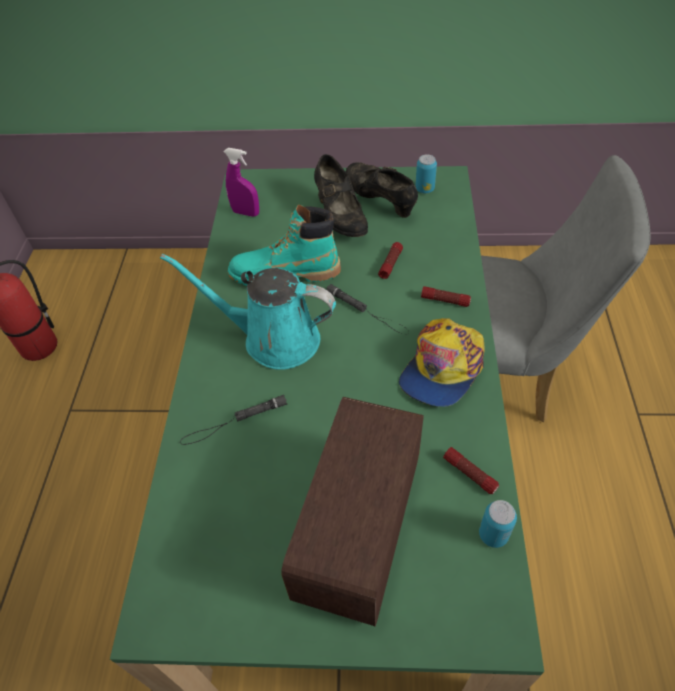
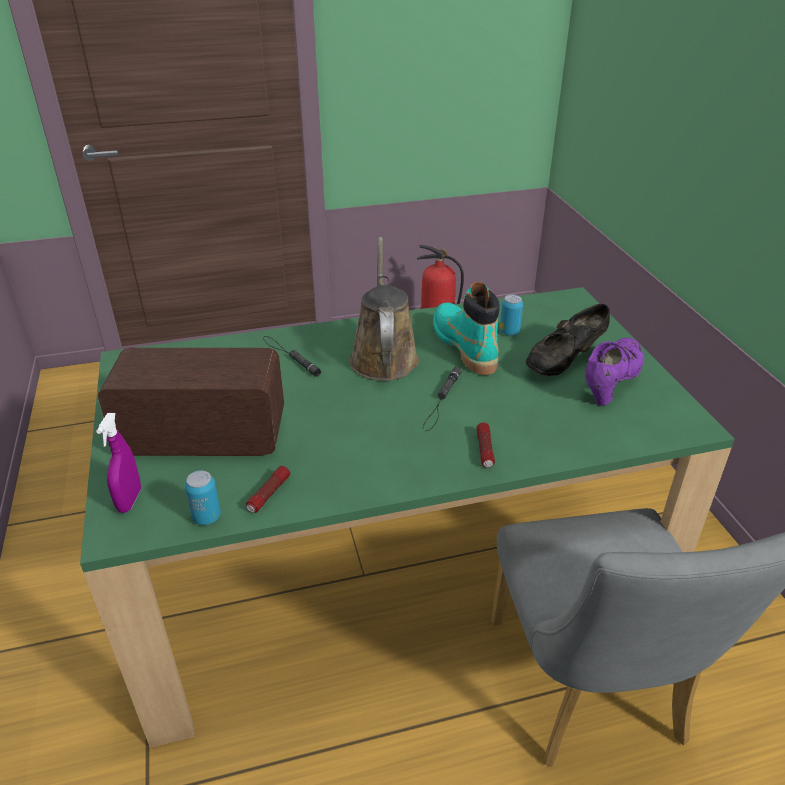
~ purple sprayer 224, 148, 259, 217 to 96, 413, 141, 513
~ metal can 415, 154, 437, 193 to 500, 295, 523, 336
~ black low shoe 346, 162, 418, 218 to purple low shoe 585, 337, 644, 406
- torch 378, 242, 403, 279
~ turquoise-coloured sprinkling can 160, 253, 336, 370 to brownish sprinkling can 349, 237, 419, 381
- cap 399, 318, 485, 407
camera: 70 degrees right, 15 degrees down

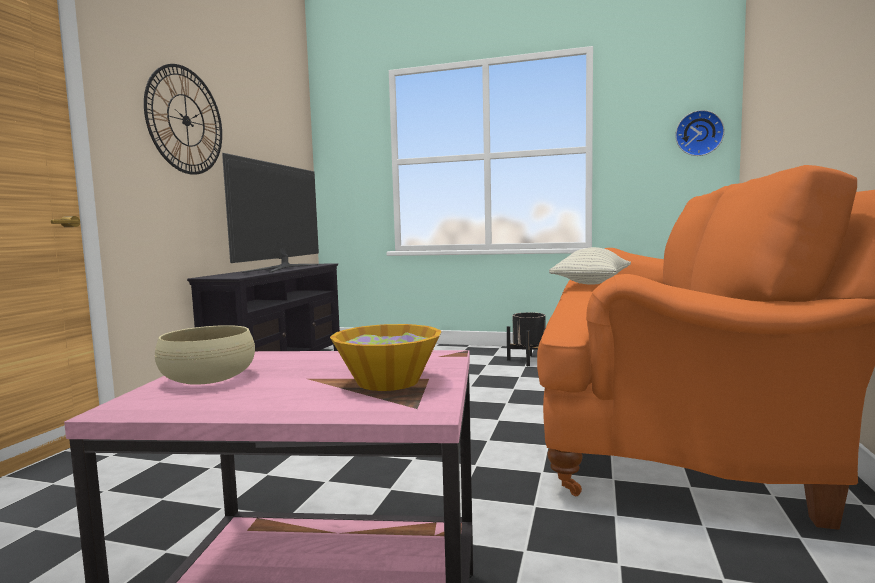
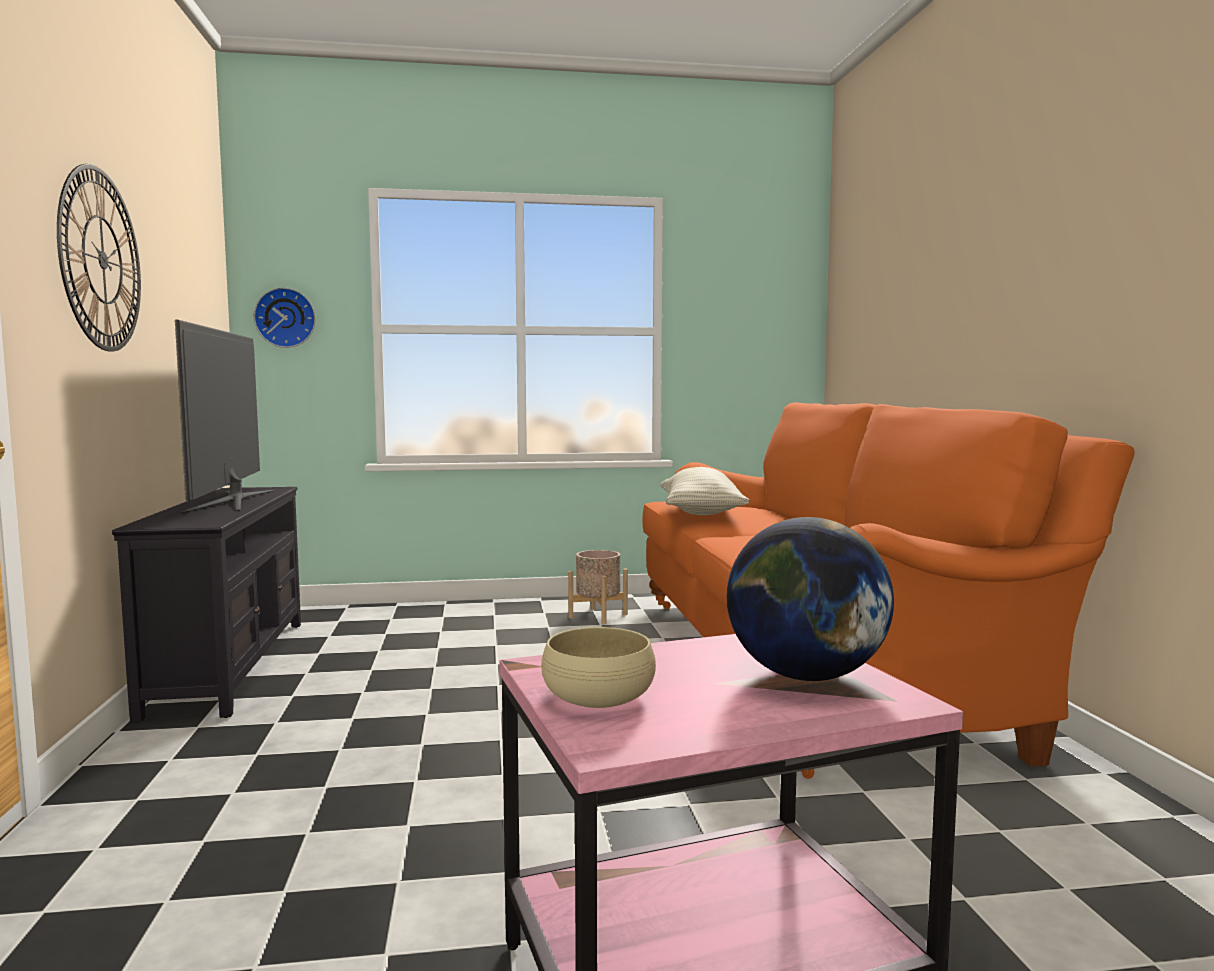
~ clock on the wall 675, 110, 725, 156 to 254, 287, 316, 348
~ black plant pot 507, 312, 546, 366 to beige-coloured plant pot 568, 550, 628, 624
~ deep dish 330, 324, 442, 391 to desk globe 727, 517, 894, 681
camera: 25 degrees left, 0 degrees up

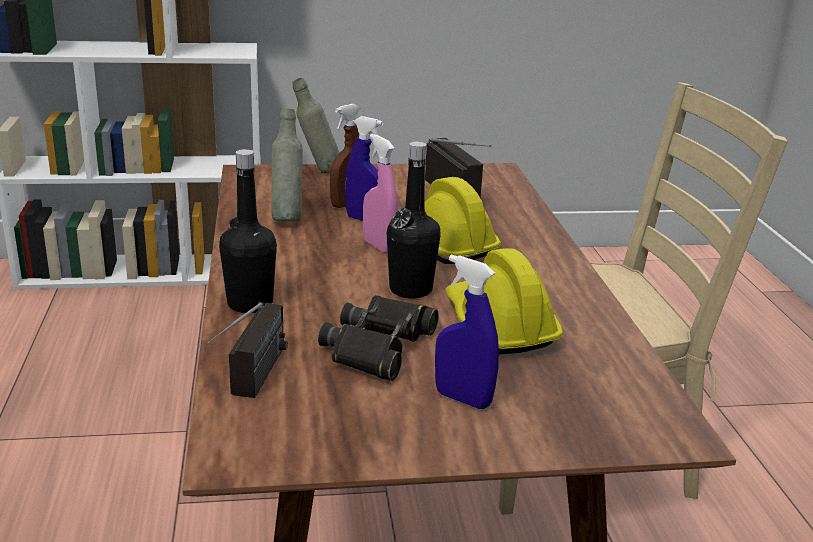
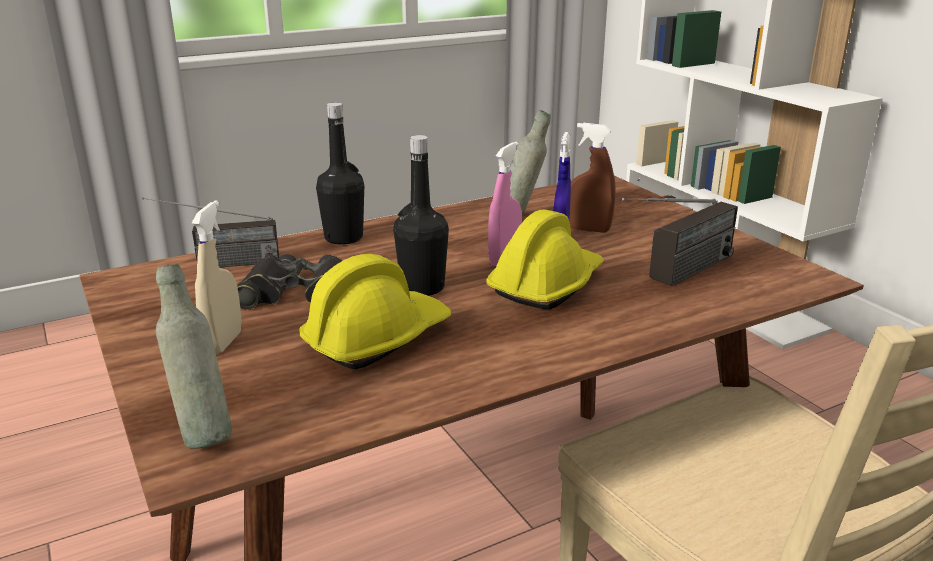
~ greyish beverage bottle 293, 78, 340, 173 to 156, 264, 232, 449
~ blue sprayer 435, 254, 499, 409 to beige-coloured sprayer 192, 200, 241, 355
camera: 70 degrees right, 0 degrees up

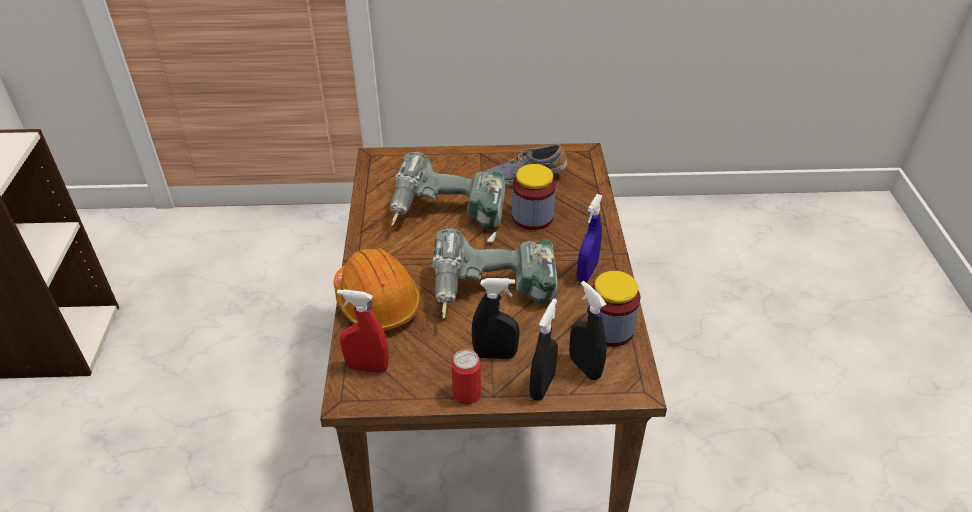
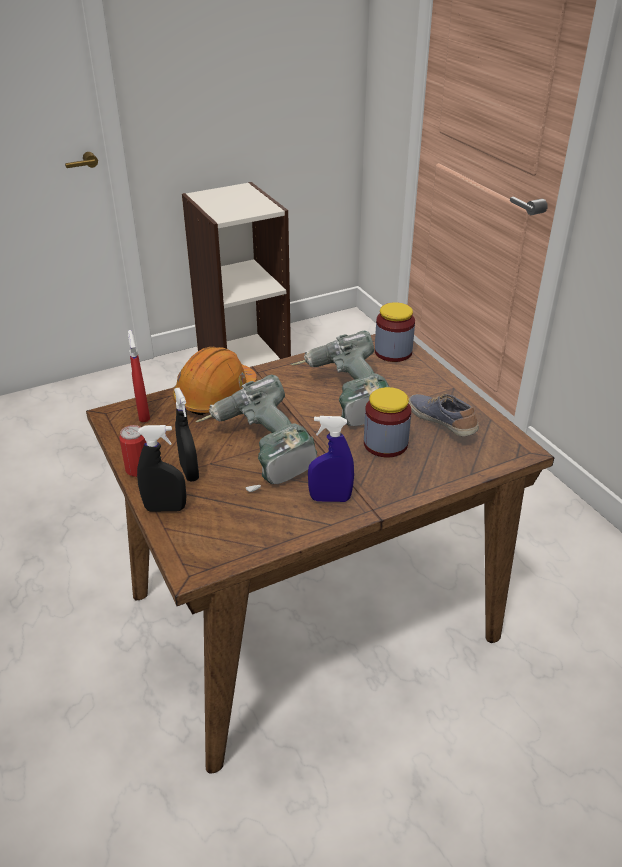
~ preserve jar 586, 271, 641, 347 to 375, 302, 415, 362
- black sprayer 569, 281, 607, 380
camera: 65 degrees right, 5 degrees down

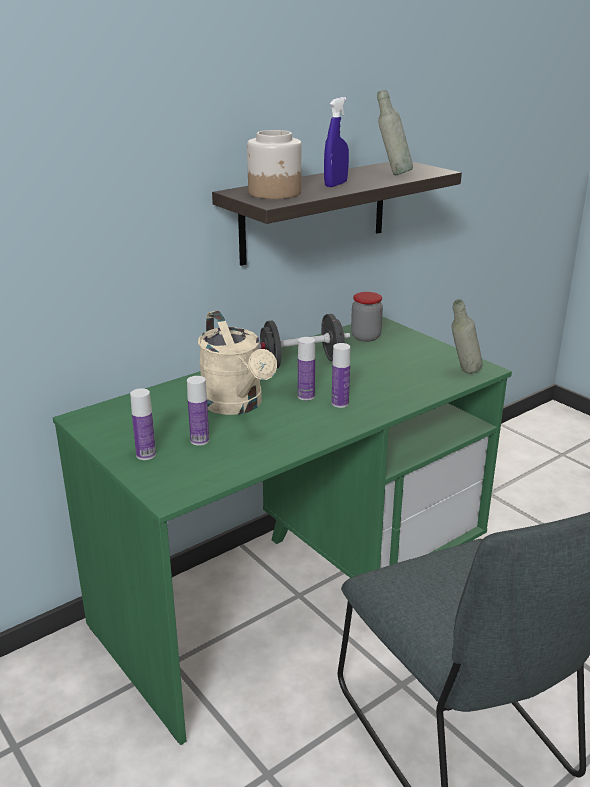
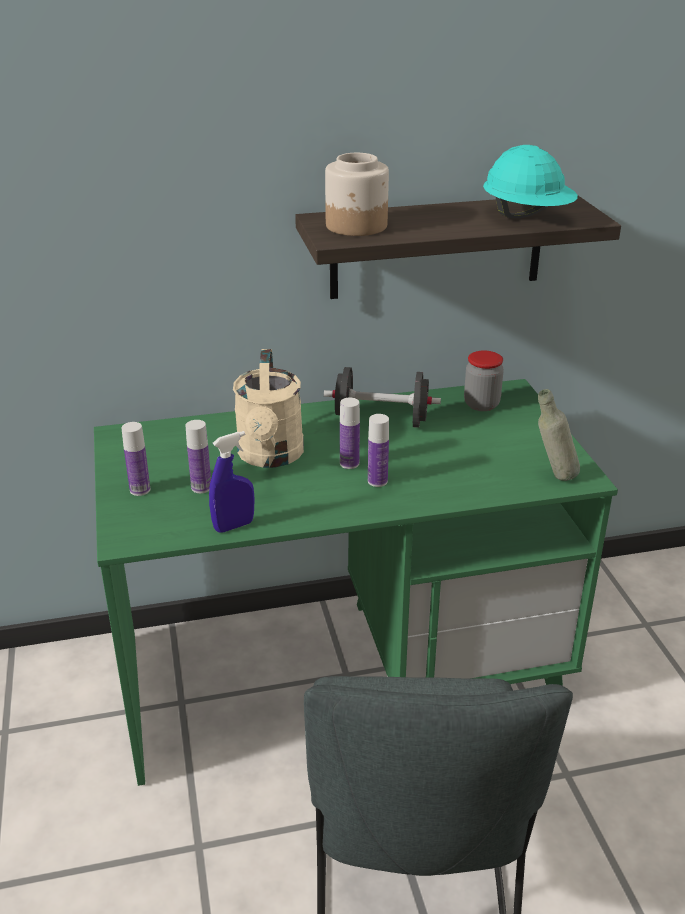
~ greyish beverage bottle 377, 90, 413, 176 to turquoise-coloured hard hat 483, 145, 578, 218
~ blue sprayer 324, 97, 349, 187 to 209, 431, 255, 533
camera: 25 degrees right, 5 degrees up

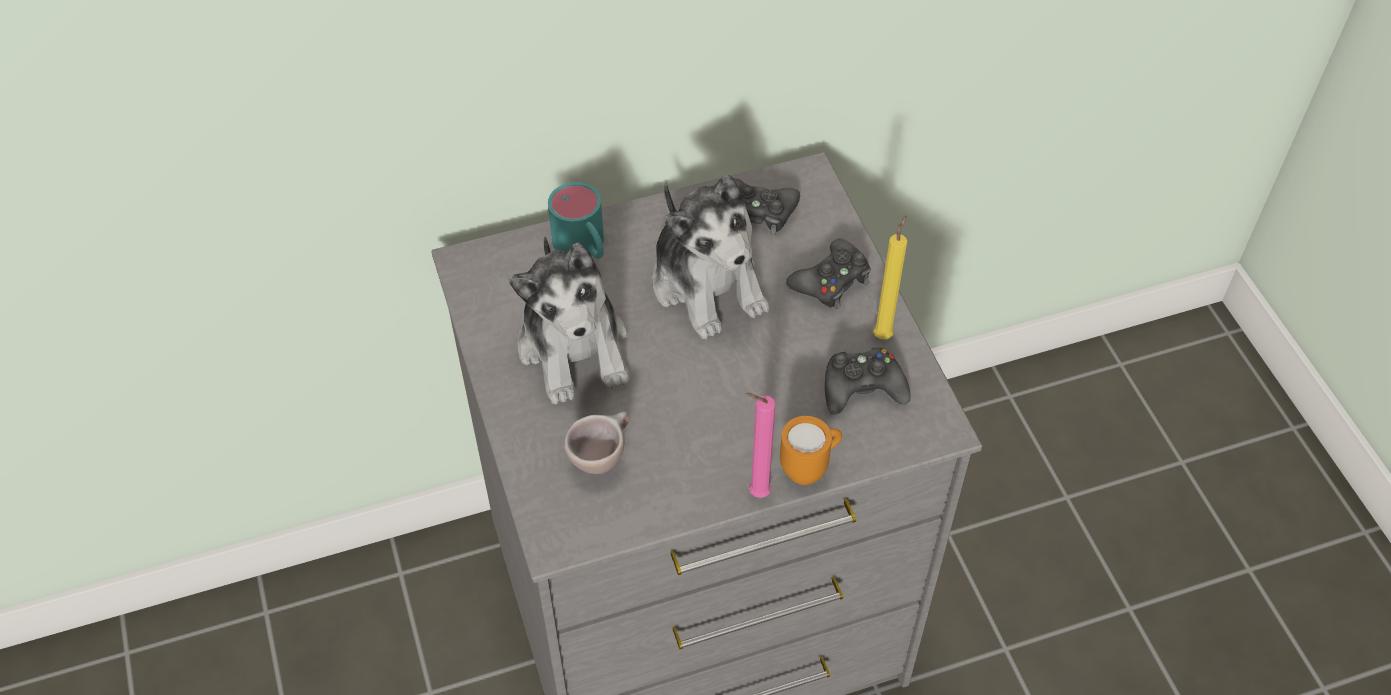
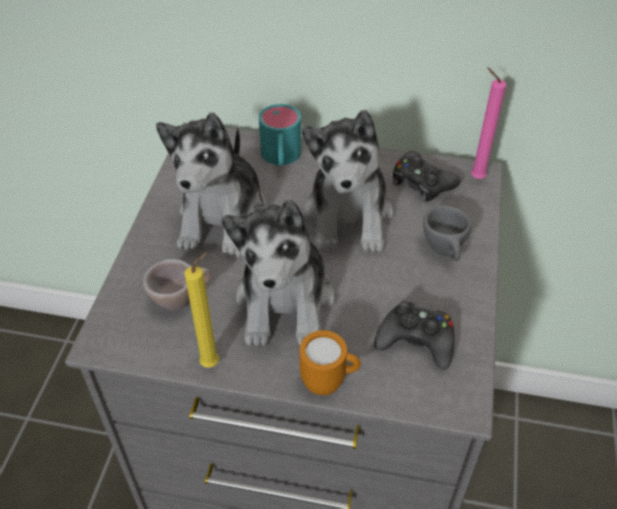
~ yellowish wax candle 873, 215, 907, 340 to 184, 252, 219, 368
~ black gamepad 786, 238, 871, 309 to greyish cup 423, 205, 472, 261
~ pinkish wax candle 746, 393, 776, 498 to 471, 67, 506, 179
+ plush toy 221, 199, 335, 346
camera: 30 degrees right, 5 degrees down

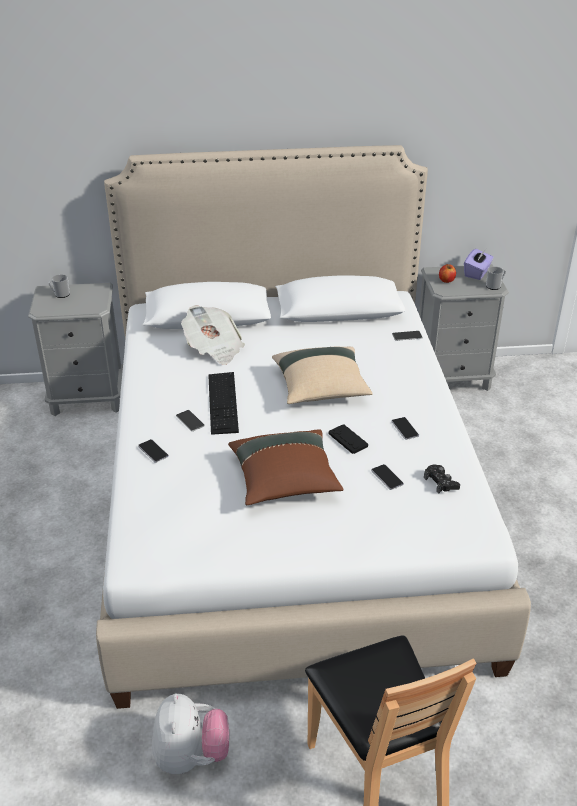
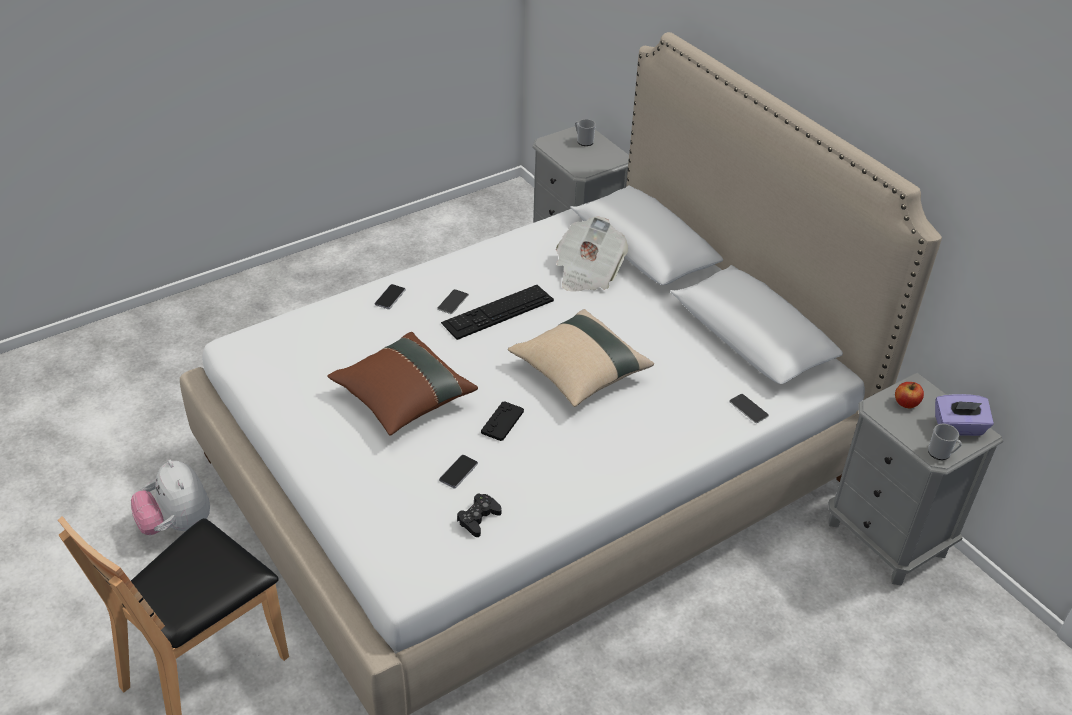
- handset 391, 417, 419, 440
~ plush toy 152, 693, 229, 774 = 131, 460, 210, 535 90 degrees clockwise
camera: 60 degrees right, 5 degrees up

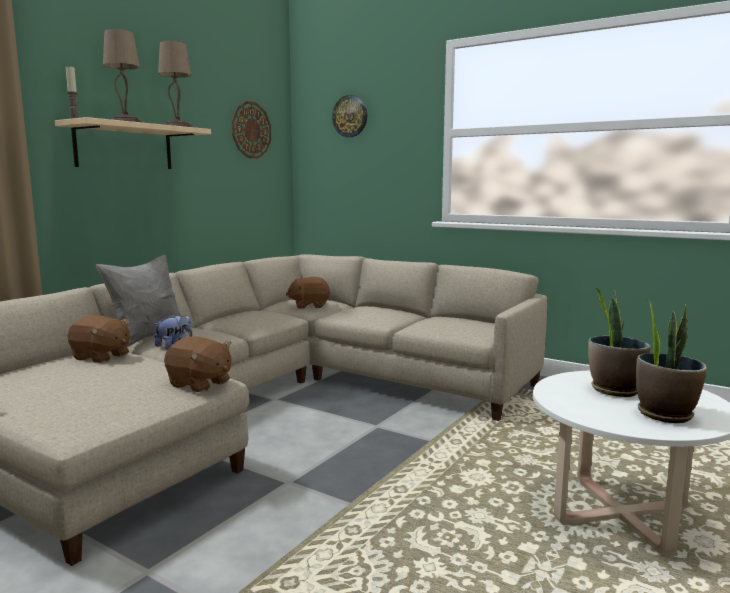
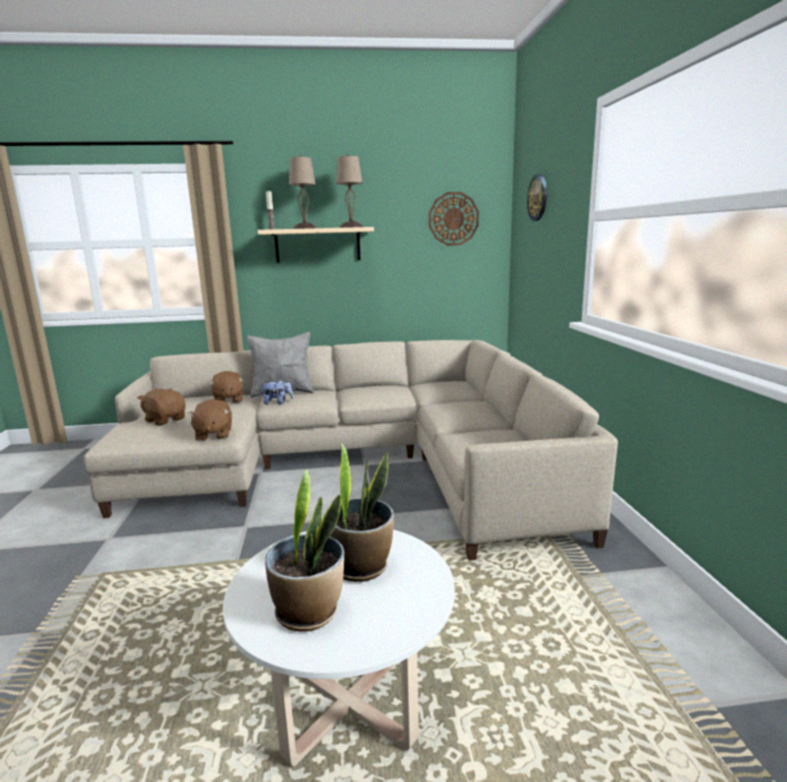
~ brownish plush toy 286, 277, 331, 309 to 137, 388, 186, 426
camera: 50 degrees right, 5 degrees up

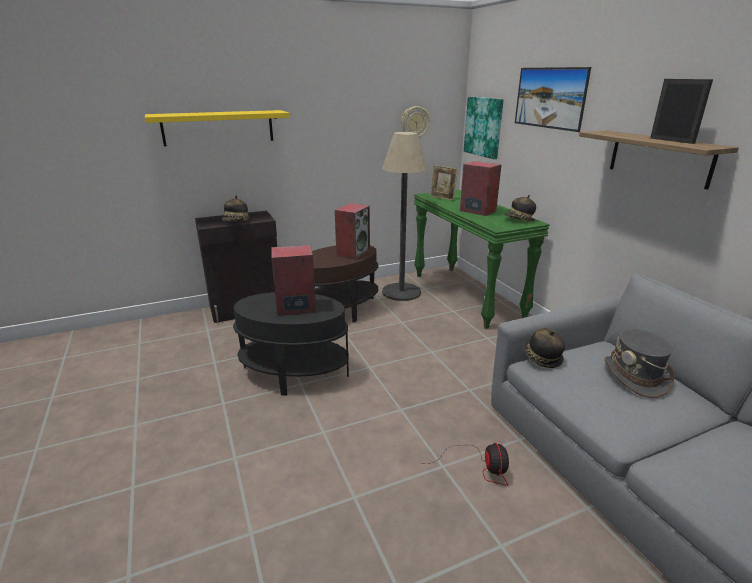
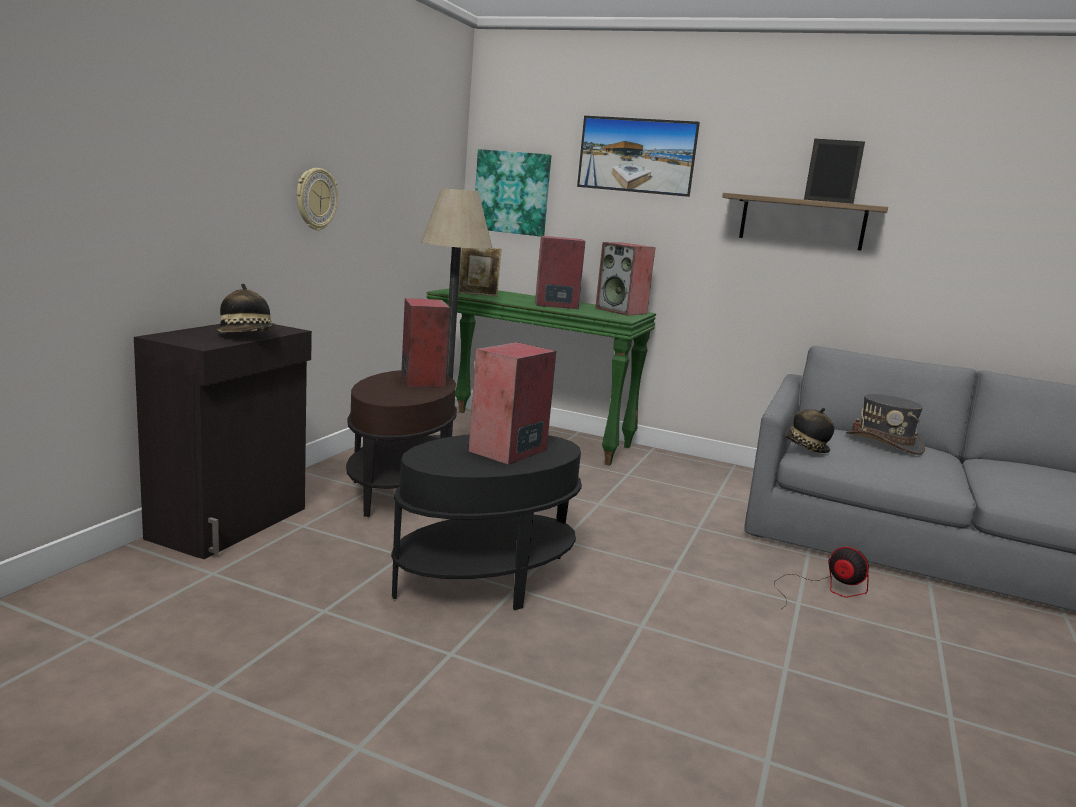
~ clock on the wall 401, 106, 430, 138 to 297, 168, 338, 231
- yellowish wall shelf 145, 110, 290, 146
~ hat 505, 195, 536, 222 to loudspeaker 595, 242, 656, 316
camera: 45 degrees left, 10 degrees down

